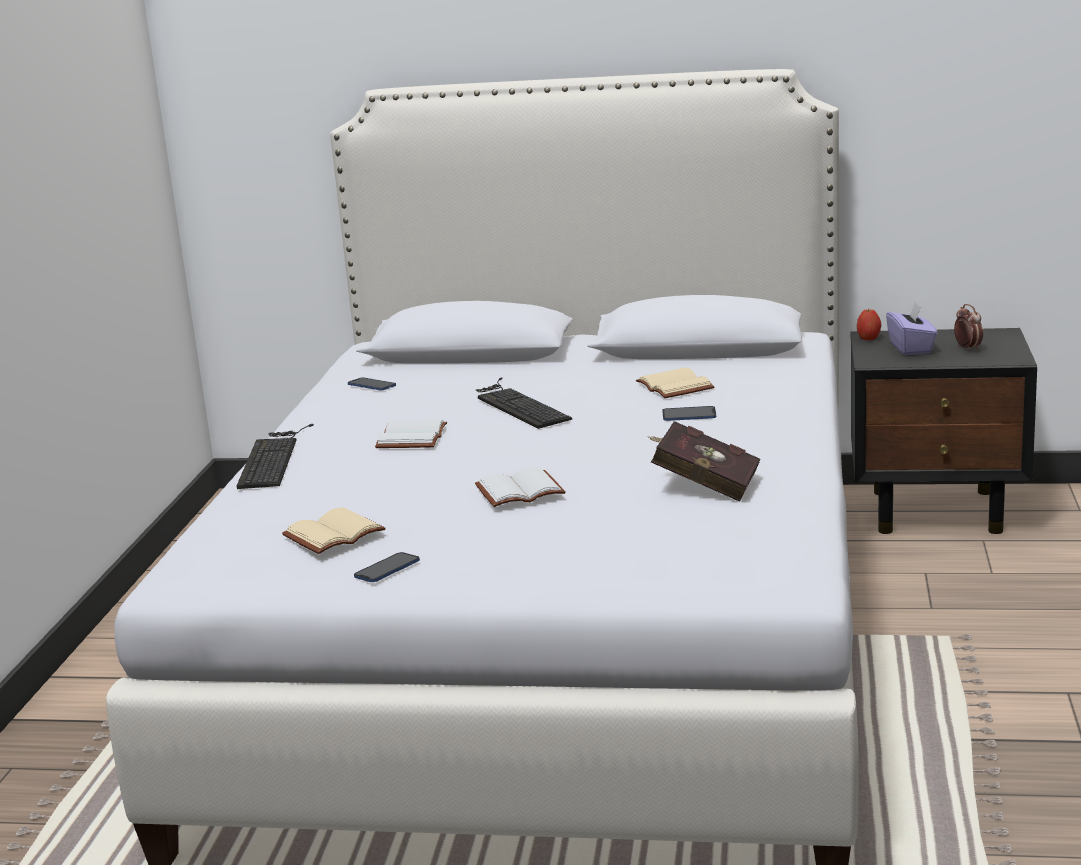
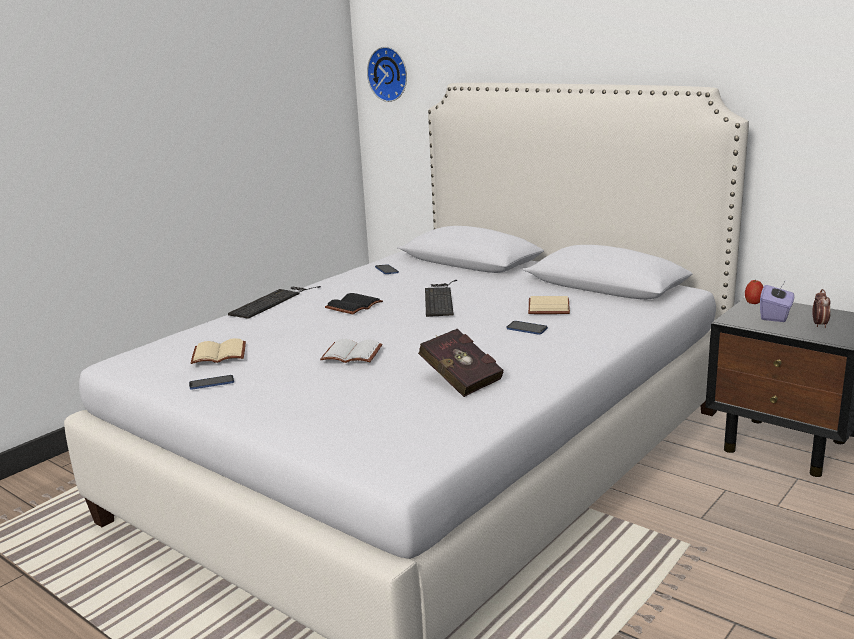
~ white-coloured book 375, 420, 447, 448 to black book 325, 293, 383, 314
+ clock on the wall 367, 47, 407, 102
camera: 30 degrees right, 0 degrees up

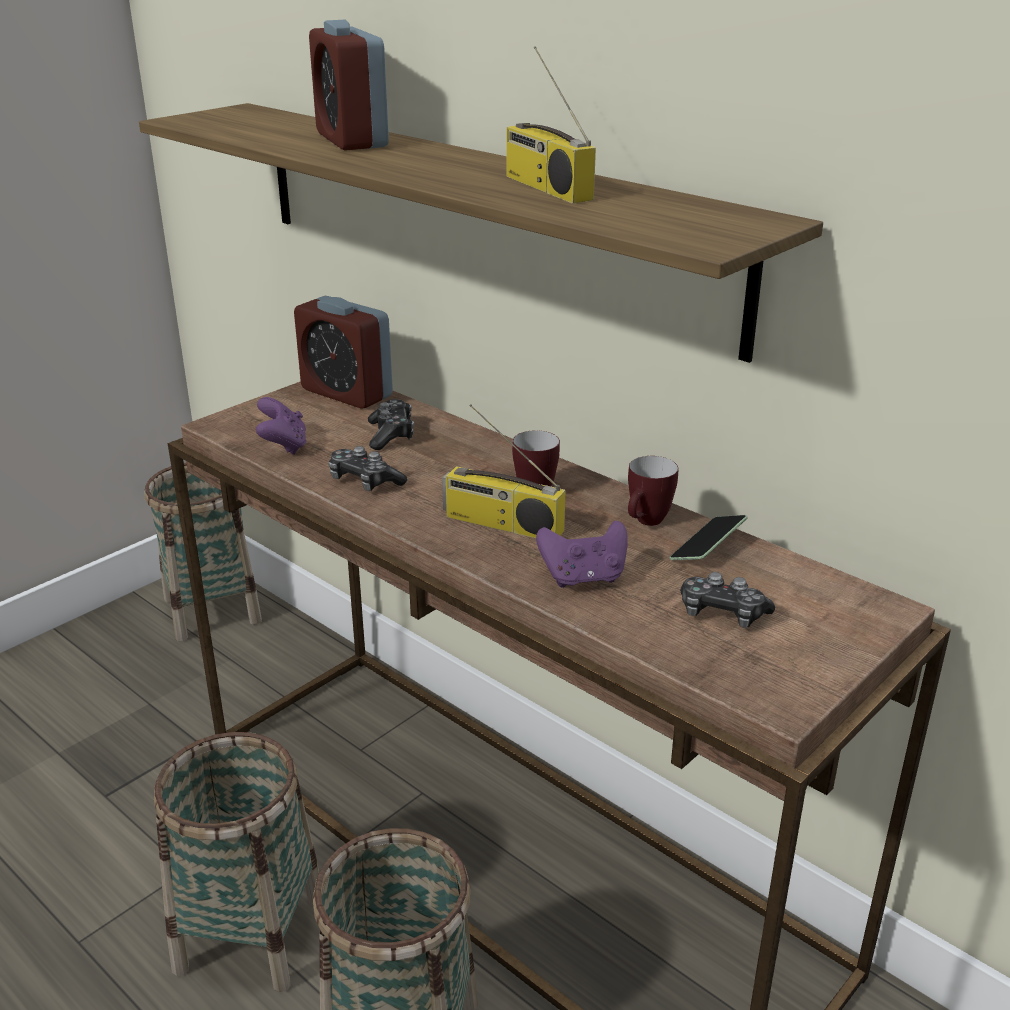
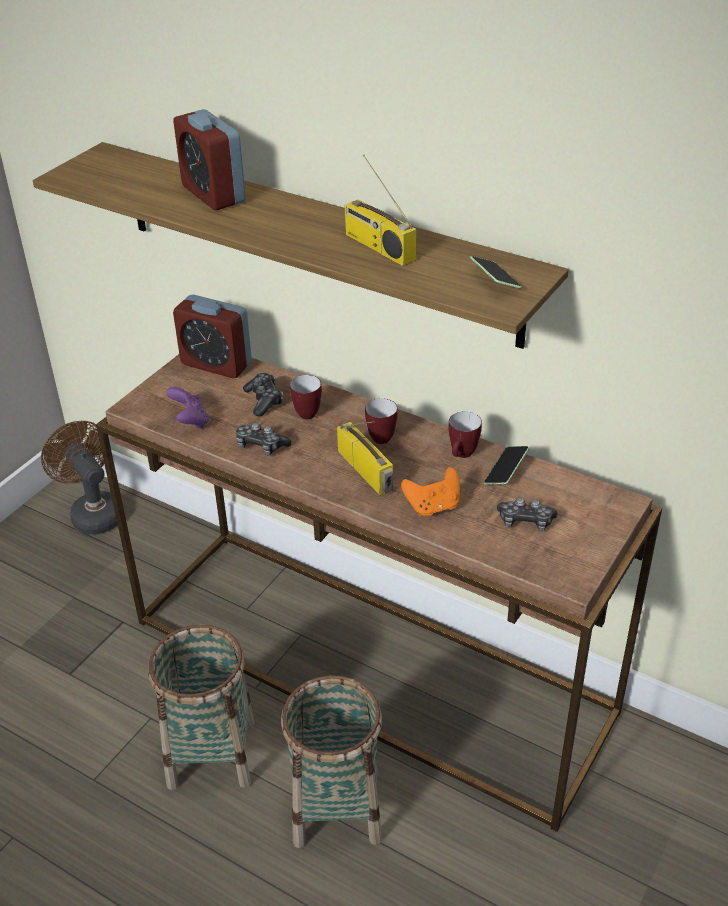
~ radio set 442, 405, 565, 538 = 337, 421, 393, 495 135 degrees counterclockwise
~ storage basket 145, 463, 262, 641 to brownish electric fan 41, 421, 125, 535
~ purple gamepad 536, 520, 628, 588 to orangey gamepad 401, 467, 460, 516
+ handset 470, 256, 522, 288
+ mug 290, 375, 322, 420
camera: 10 degrees left, 10 degrees up

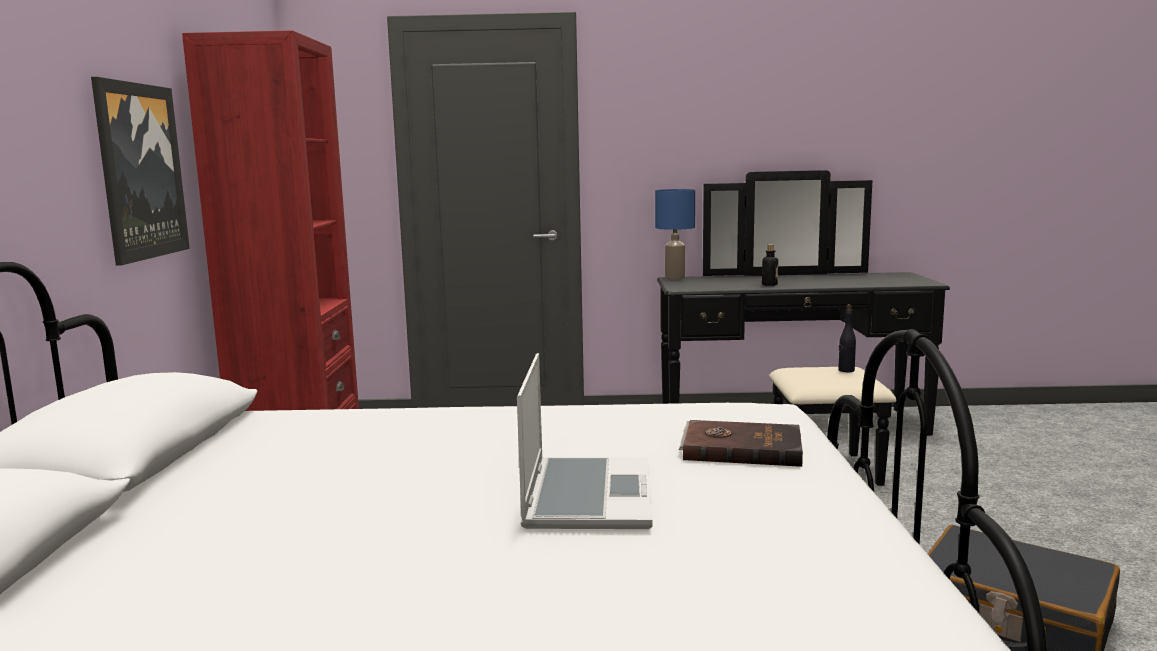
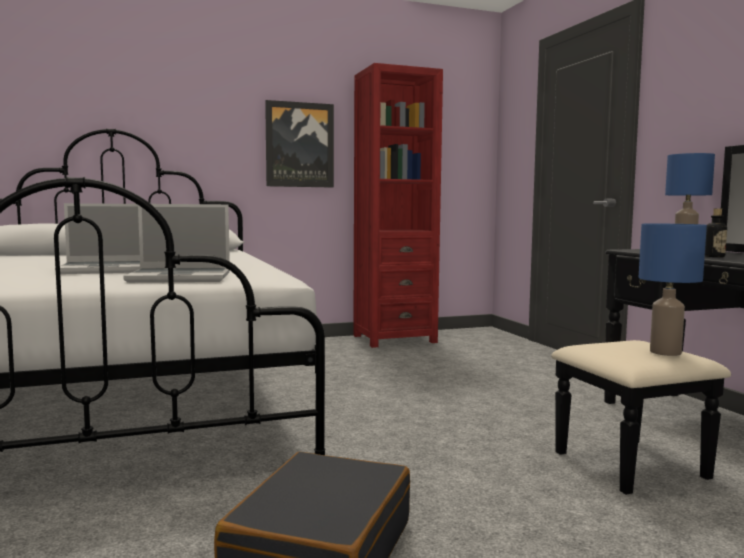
~ black beverage bottle 838, 304, 856, 372 to blue lamp for a table 639, 223, 707, 356
~ brownish book 679, 420, 803, 467 to notebook computer 123, 204, 230, 283
camera: 70 degrees right, 5 degrees down

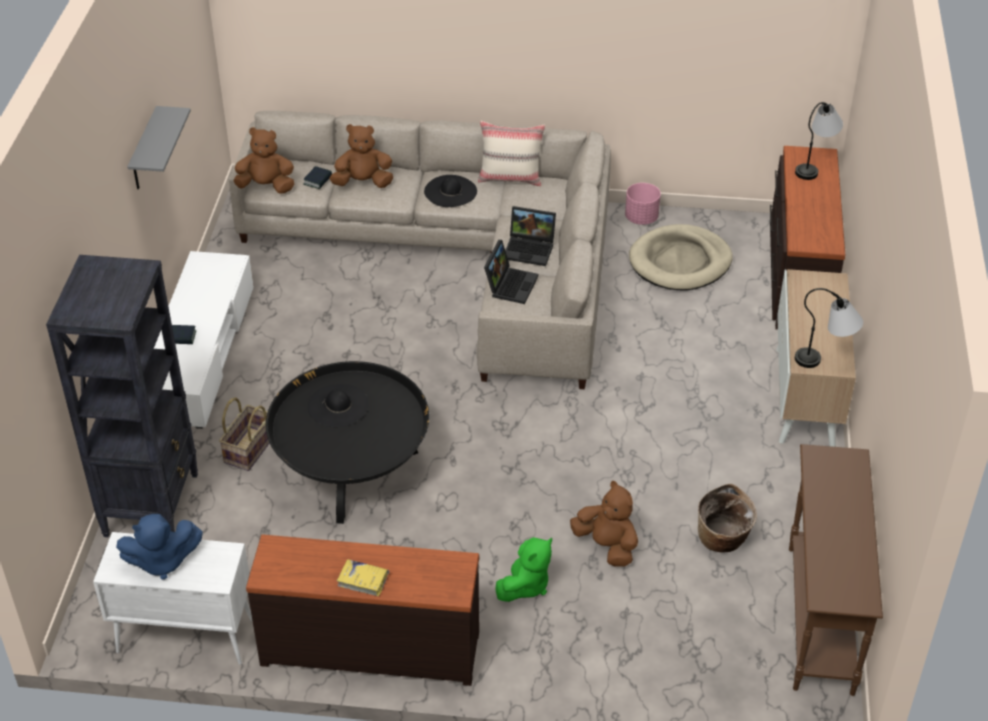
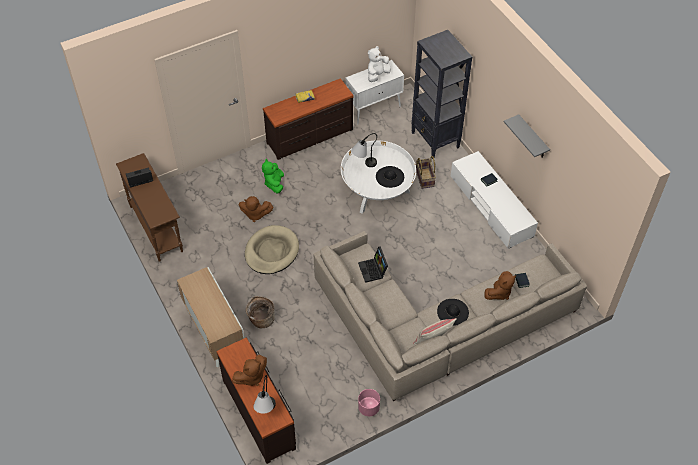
~ brownish plush toy 233, 127, 294, 194 to 232, 355, 267, 386
~ notebook computer 505, 206, 556, 266 to 126, 167, 153, 188
~ beige-coloured dog cushion 629, 224, 733, 291 to 245, 225, 299, 274
~ lamp for a table 795, 288, 863, 368 to 351, 133, 377, 167
~ black lounge table 266, 361, 430, 524 to white-coloured lounge table 341, 141, 416, 214
~ storage basket 698, 484, 757, 553 to 246, 296, 275, 328
~ blue plush toy 116, 514, 203, 580 to white-coloured plush toy 368, 46, 391, 82
camera: 145 degrees right, 10 degrees up

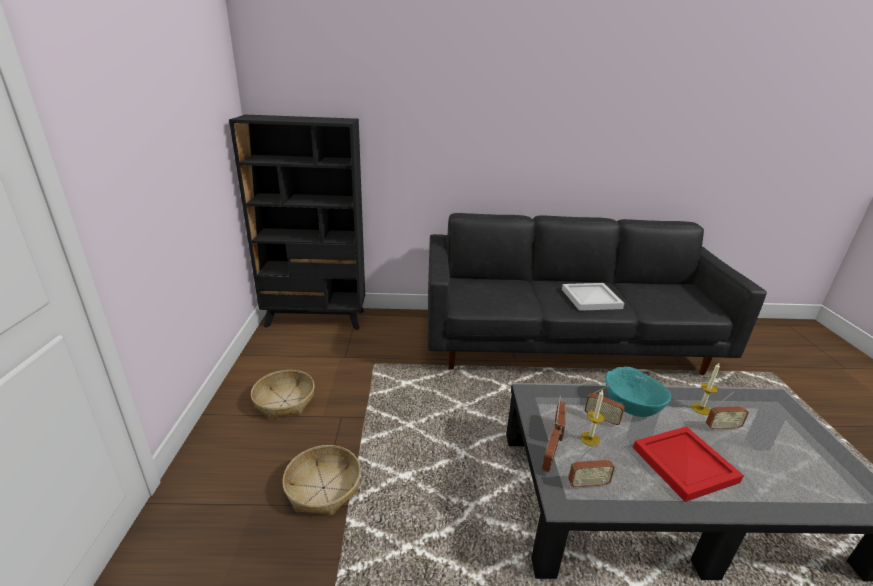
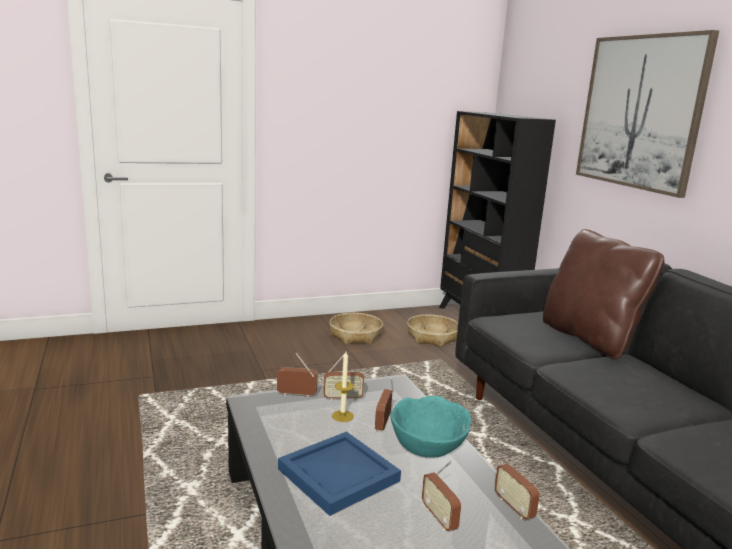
- white-coloured carrying tray 562, 283, 624, 311
- wax candle 691, 363, 720, 415
~ red carrying tray 633, 426, 744, 502 to blue carrying tray 278, 431, 401, 516
~ radio set 568, 443, 615, 489 to 495, 452, 540, 520
~ storage basket 282, 445, 361, 516 to 407, 314, 458, 347
+ picture 576, 30, 719, 198
+ brownish cushion 543, 229, 664, 359
camera: 70 degrees right, 10 degrees down

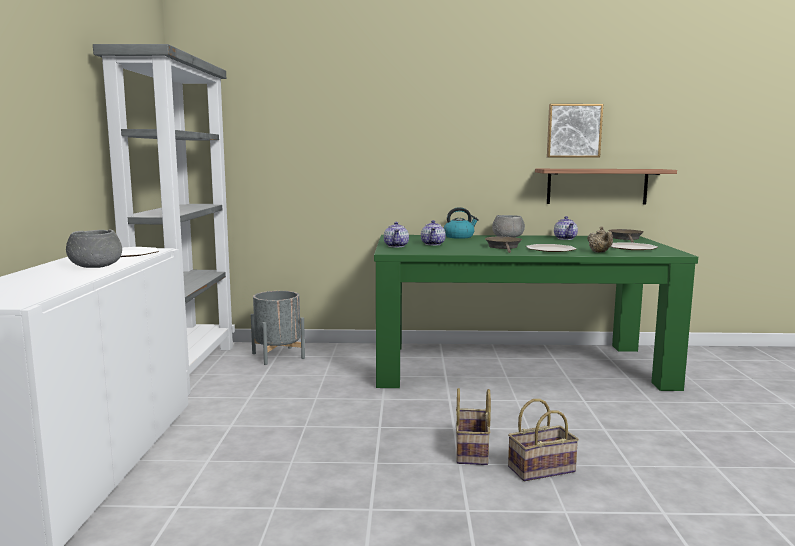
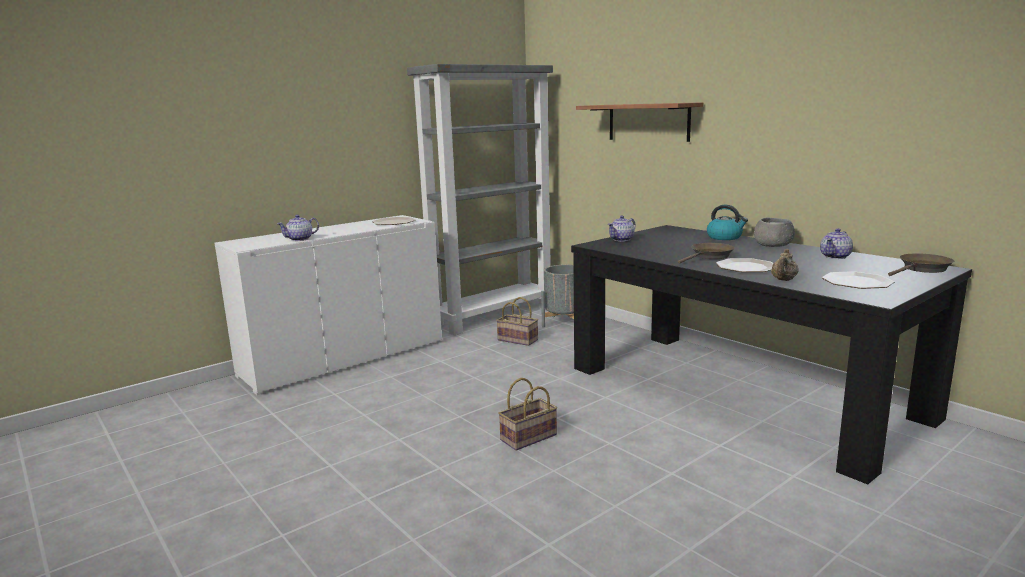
- picture 547, 104, 603, 158
~ wall shelf 535, 169, 677, 204 to 576, 102, 703, 142
~ teapot 421, 220, 446, 245 to 277, 215, 319, 241
- greyish deep dish 66, 230, 122, 268
~ green-coloured kitchen table 374, 235, 698, 391 to black kitchen table 571, 225, 972, 484
~ storage basket 508, 399, 579, 481 to 496, 297, 538, 346
camera: 50 degrees right, 5 degrees up

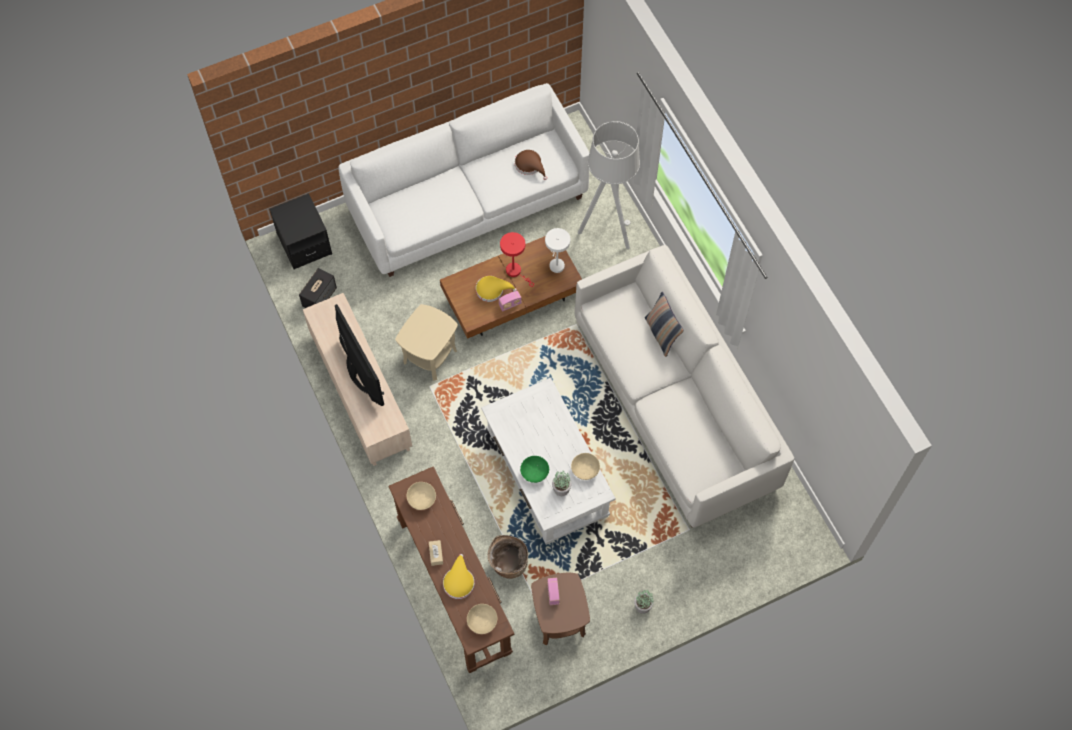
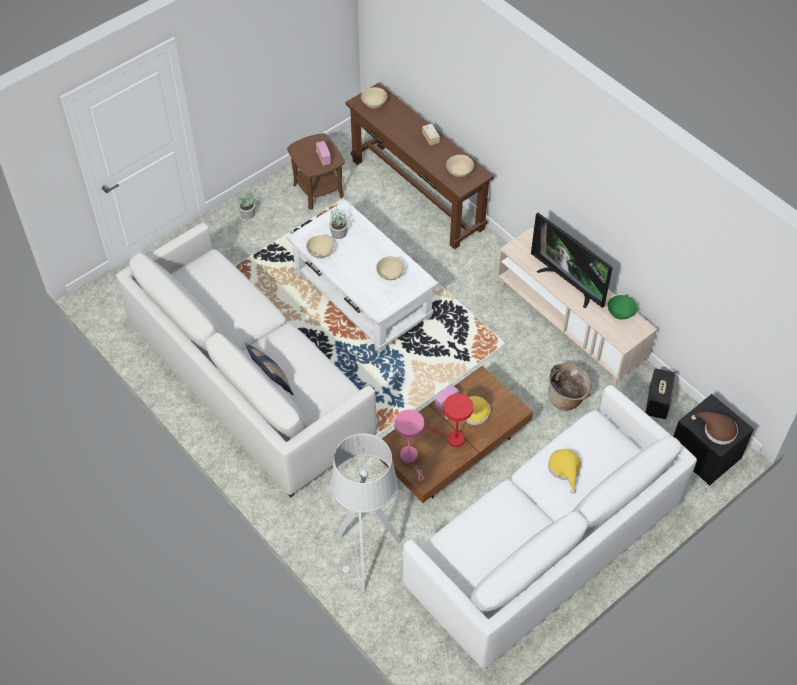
~ brownish hat 515, 150, 547, 180 to 691, 412, 738, 445
~ white-coloured lamp for a table 545, 228, 570, 273 to pinkish lamp for a table 394, 410, 424, 481
- beige-coloured side table 395, 304, 458, 381
~ green-coloured deep dish 520, 456, 549, 483 to 608, 295, 637, 320
~ storage basket 488, 535, 528, 579 to 548, 364, 591, 410
~ yellowish hat 443, 554, 475, 599 to 548, 449, 582, 494
+ beige-coloured deep dish 376, 256, 405, 280
camera: 165 degrees right, 10 degrees down

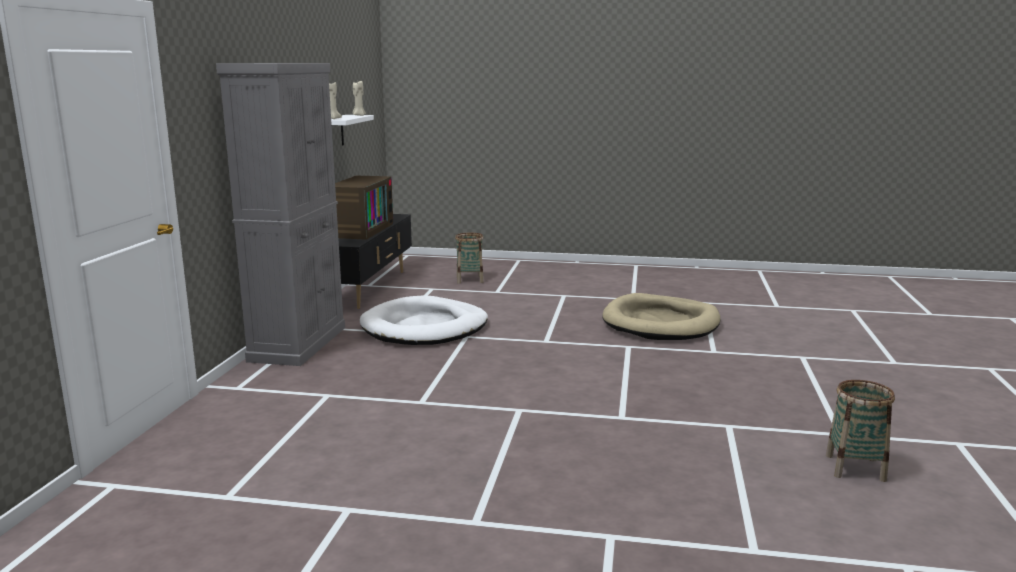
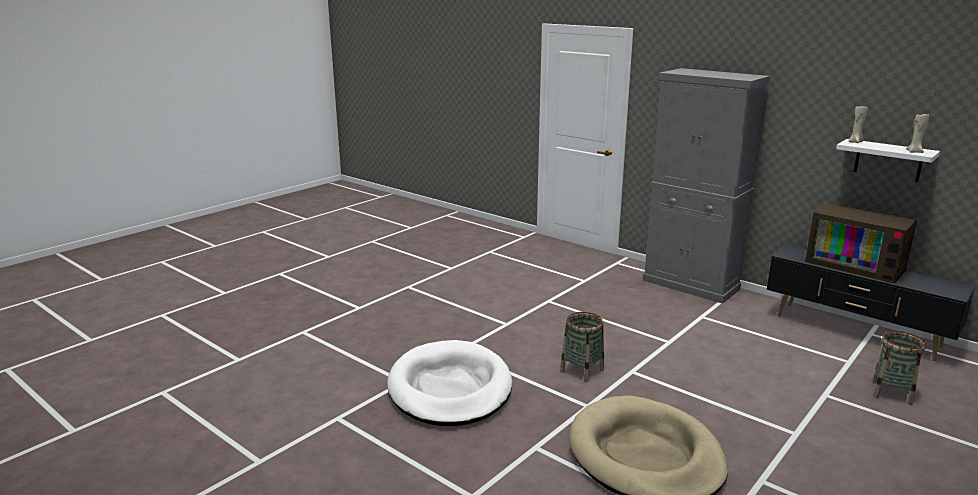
~ white-coloured dog cushion 360, 295, 488, 345 to 387, 340, 512, 426
~ storage basket 826, 380, 895, 482 to 560, 312, 604, 383
camera: 120 degrees right, 5 degrees up

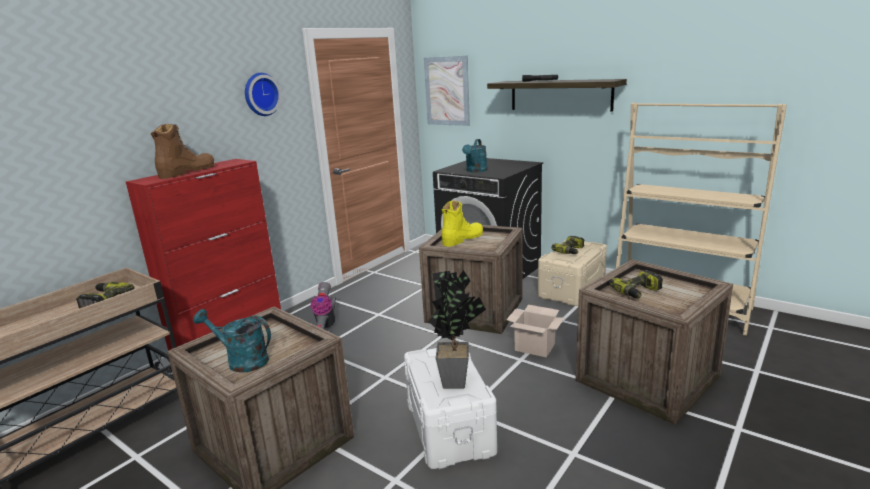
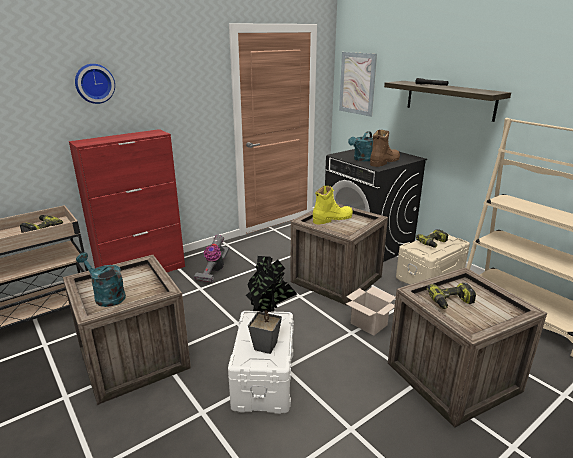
~ clock on the wall 245, 73, 282, 116 to 75, 64, 115, 104
~ brownish tall boot 151, 124, 214, 179 to 370, 130, 400, 167
camera: 15 degrees right, 5 degrees up

